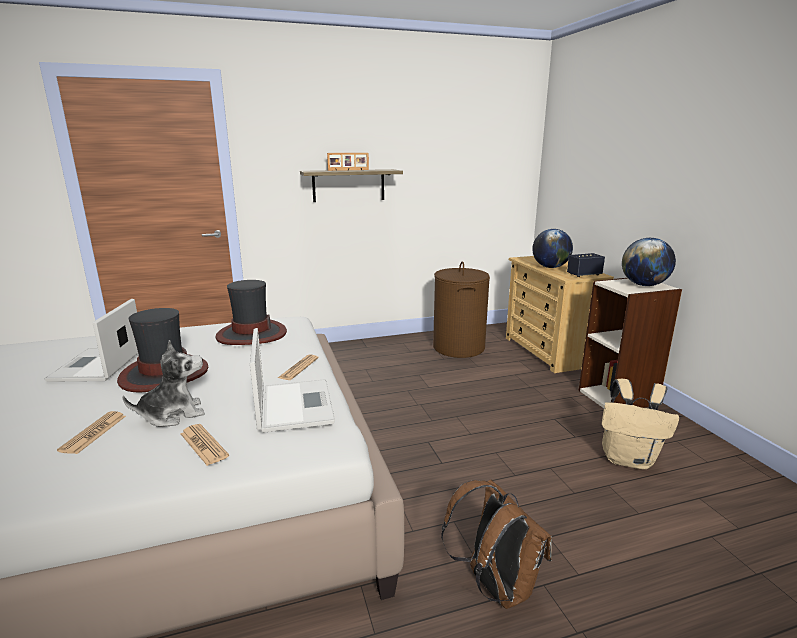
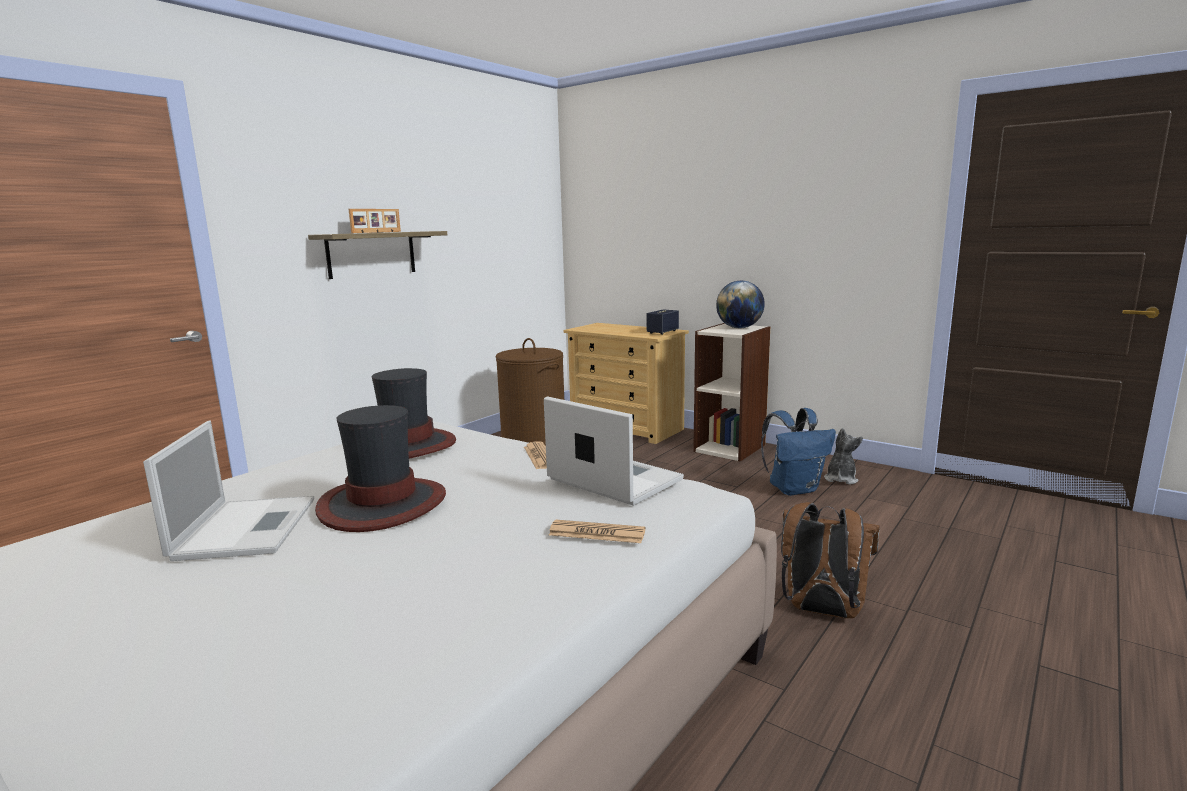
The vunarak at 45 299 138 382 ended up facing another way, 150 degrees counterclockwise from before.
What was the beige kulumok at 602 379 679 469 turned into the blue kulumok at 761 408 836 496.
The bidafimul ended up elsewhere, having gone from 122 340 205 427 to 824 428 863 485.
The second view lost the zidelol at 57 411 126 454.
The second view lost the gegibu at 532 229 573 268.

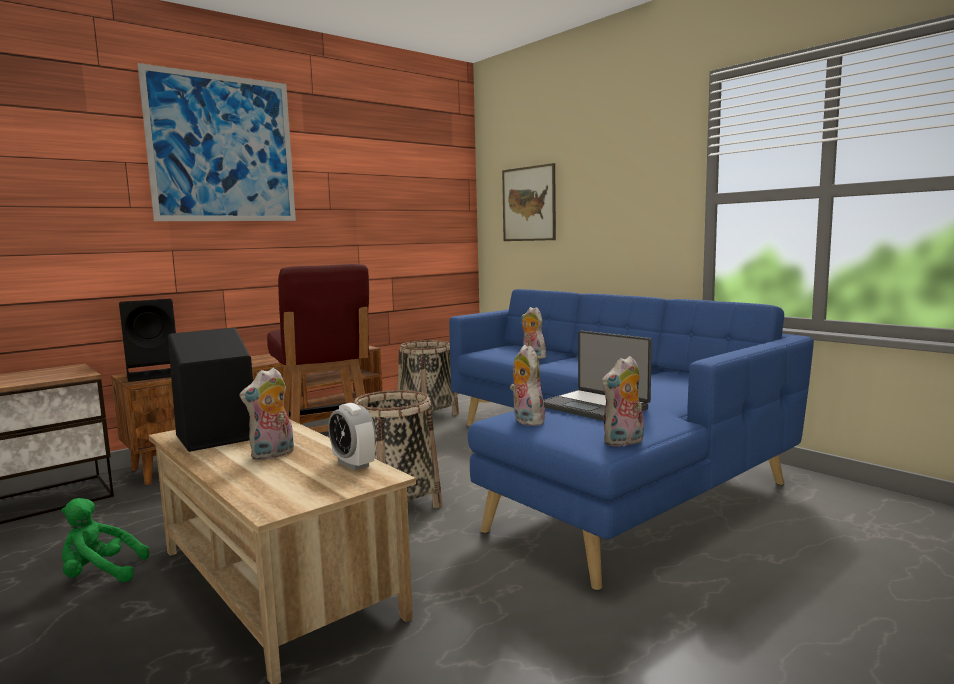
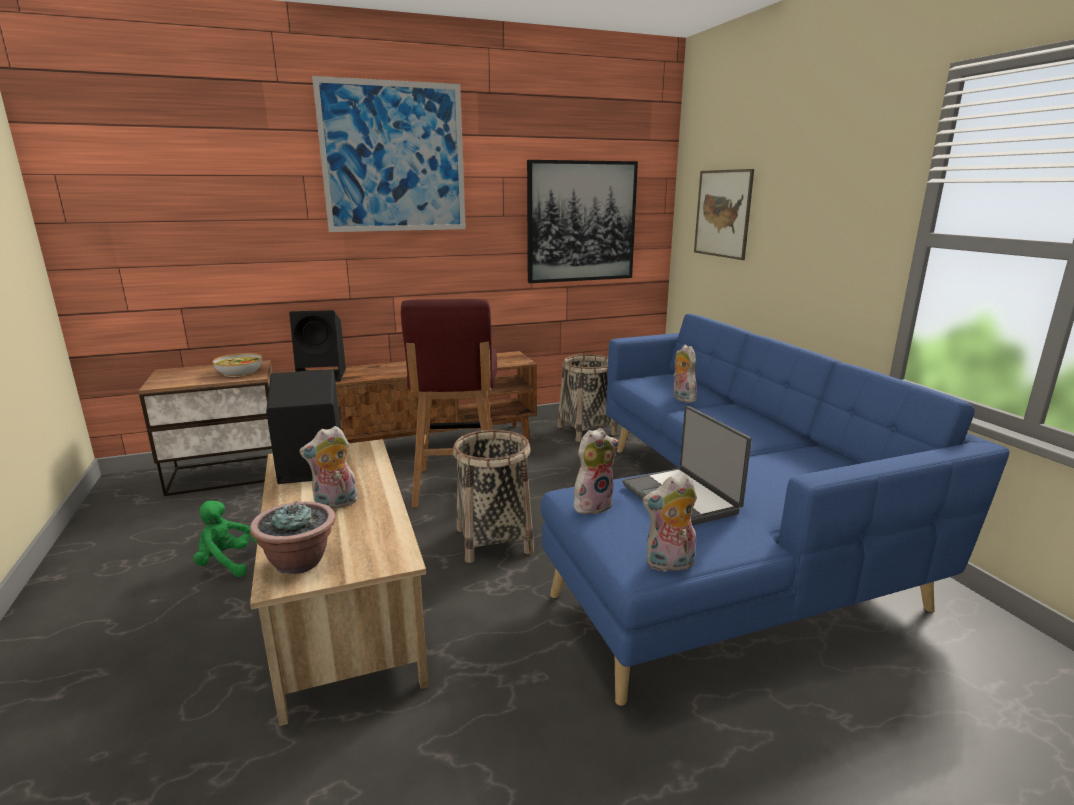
The second view gained the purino at 213 353 263 377.
The second view gained the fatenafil at 250 501 336 574.
The second view gained the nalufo at 527 160 638 283.
The bidafimul at 510 345 545 426 ended up facing another way, 60 degrees clockwise from before.
The second view lost the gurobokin at 328 403 376 471.

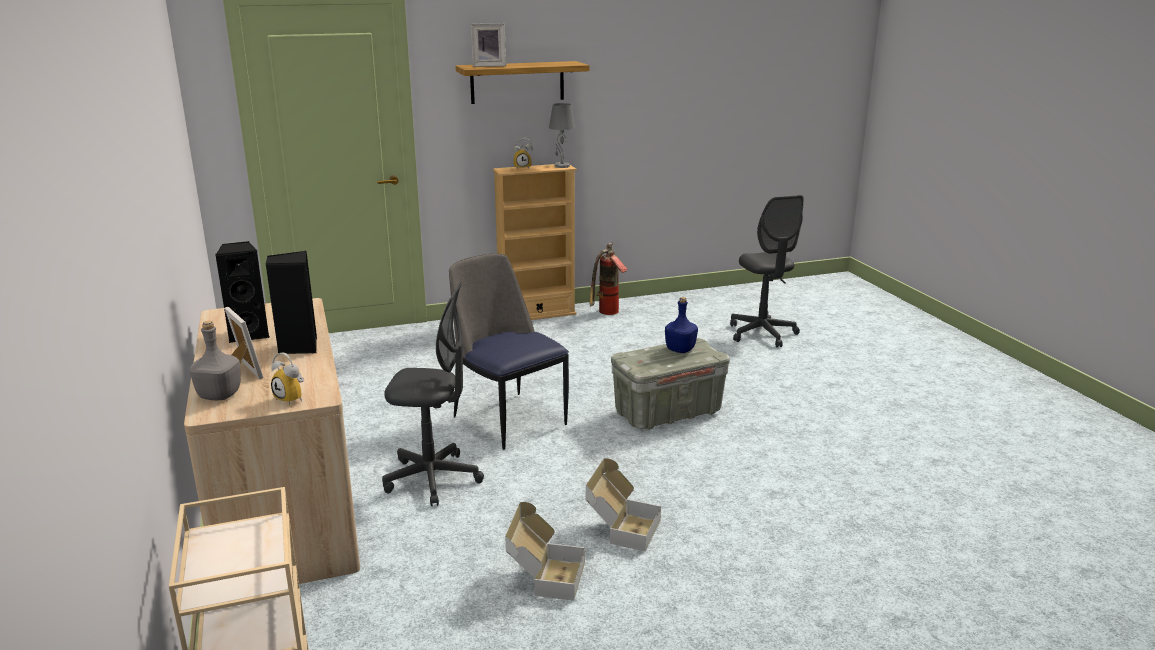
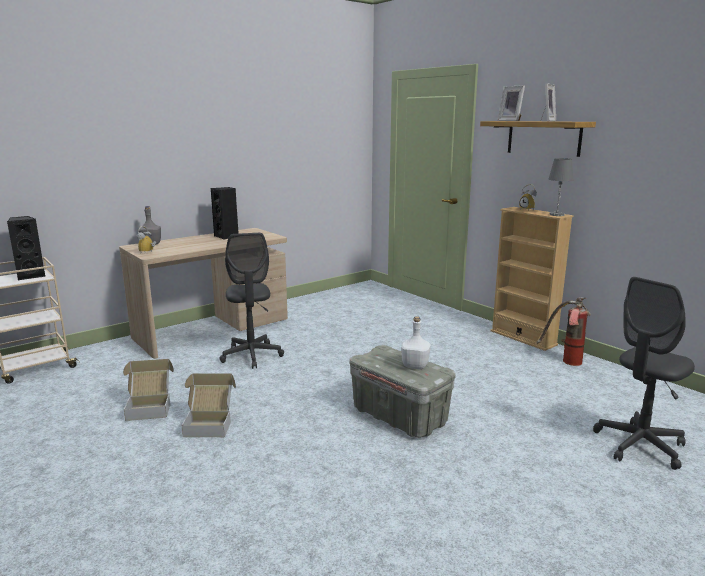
The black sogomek ended up elsewhere, having gone from 266 251 317 354 to 7 216 45 280.
What was the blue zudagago at 665 297 698 353 turned into the white zudagago at 401 316 430 369.
The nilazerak ended up elsewhere, having gone from 224 307 263 379 to 541 83 556 121.
The second view lost the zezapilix at 449 253 569 450.

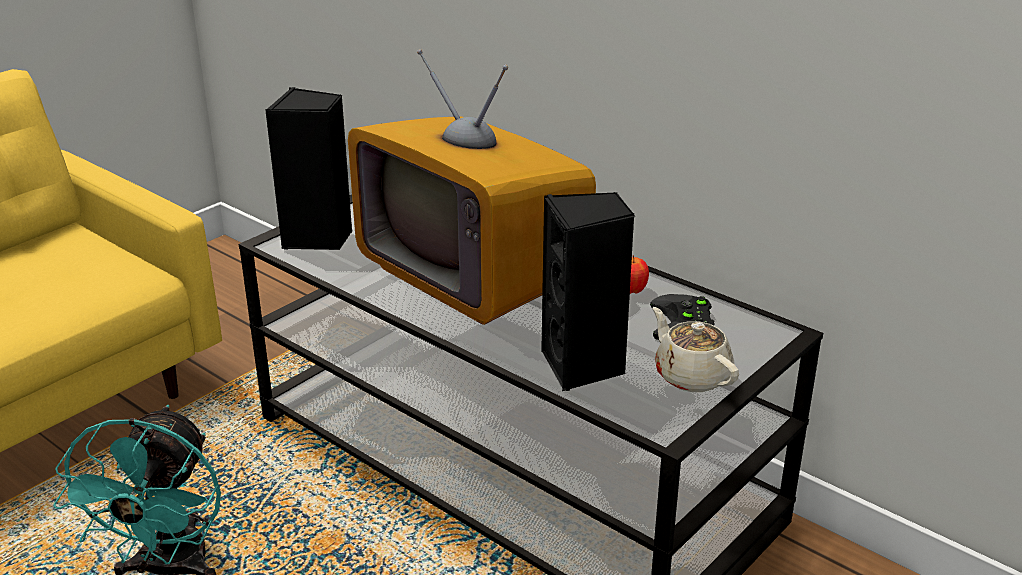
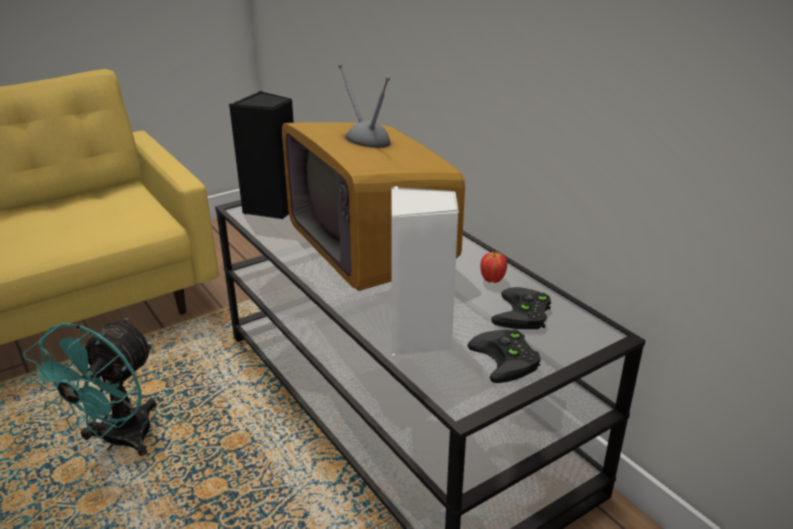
What was the black sogomek at 541 192 636 391 turned into the white sogomek at 391 186 459 356.
Where the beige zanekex stood at 653 307 739 392, the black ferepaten came to stand at 467 329 541 383.

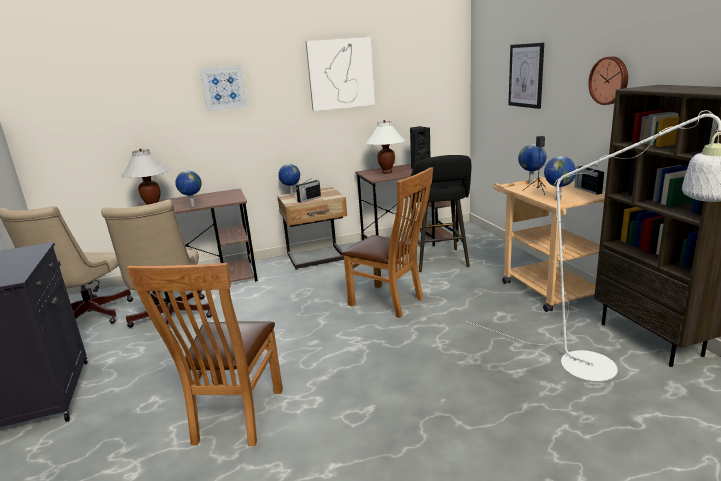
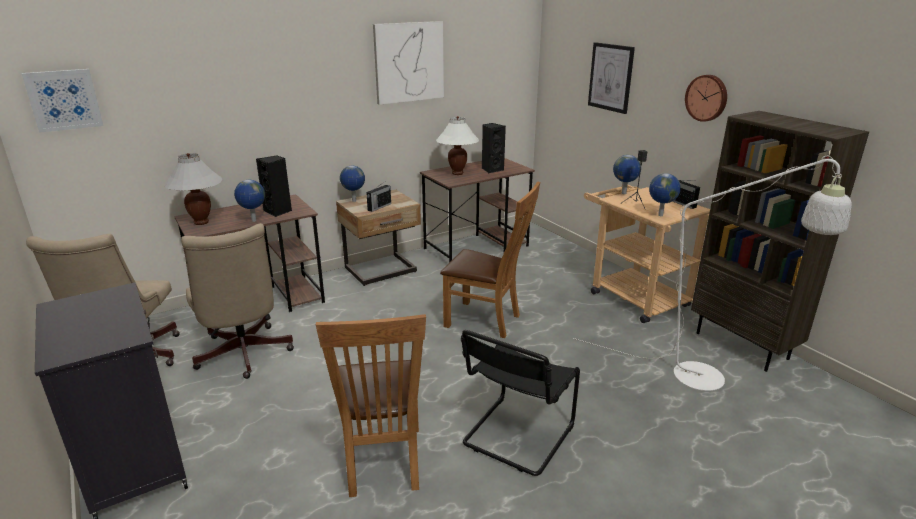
The nalufo ended up elsewhere, having gone from 200 65 248 111 to 22 69 104 133.
The second view gained the black sogomek at 256 155 292 217.
The second view gained the black zezapilix at 461 330 580 476.
The second view lost the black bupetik at 409 155 471 272.

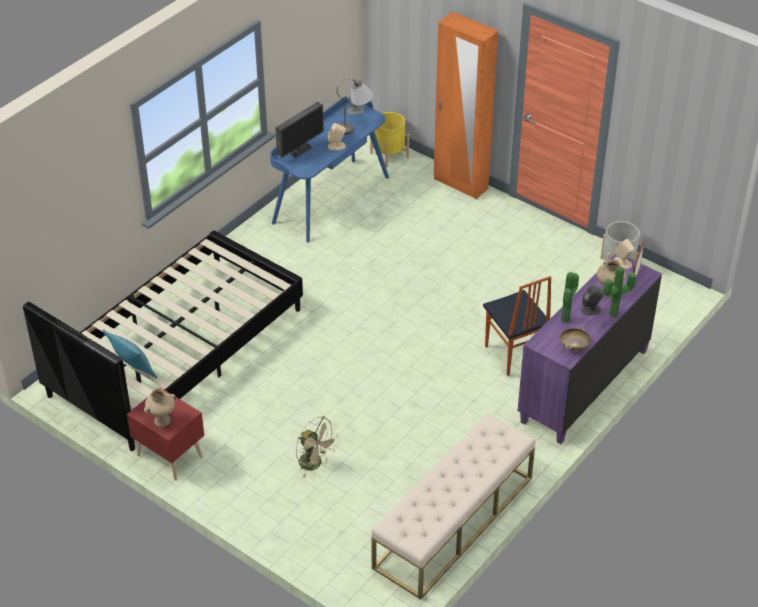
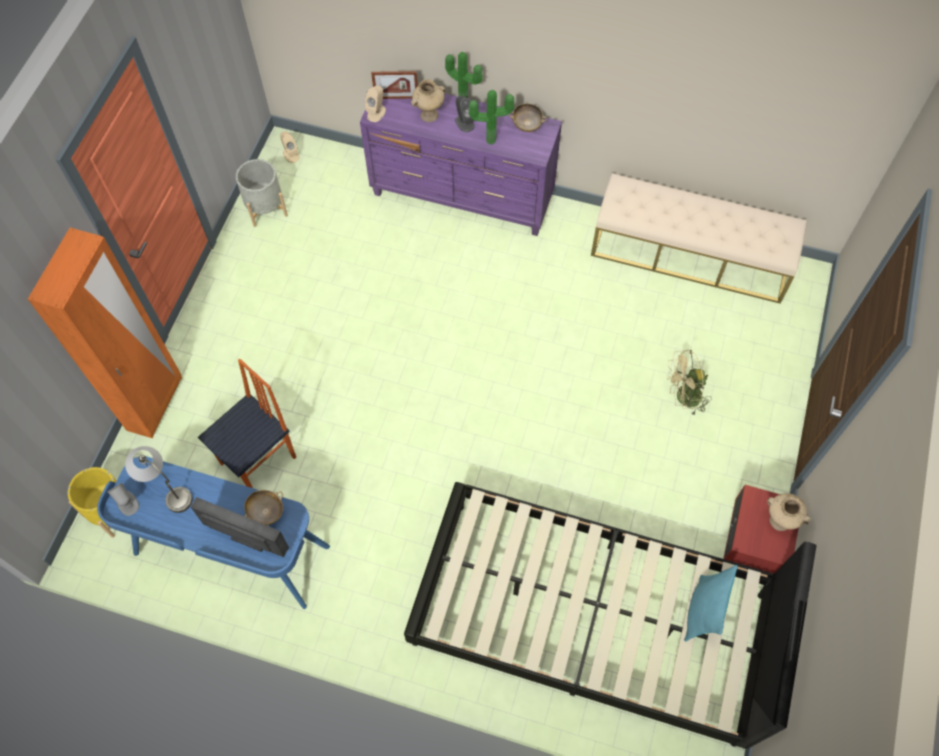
The zezapilix ended up elsewhere, having gone from 483 276 551 376 to 198 359 296 488.
The second view gained the beige purino at 244 490 283 525.
The beige sogomek ended up elsewhere, having gone from 327 123 346 150 to 280 131 300 163.
The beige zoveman at 296 416 337 478 ended up facing another way, 120 degrees counterclockwise from before.

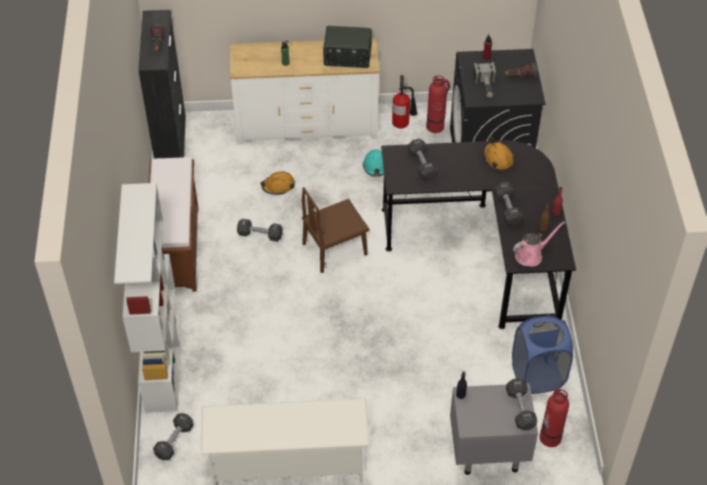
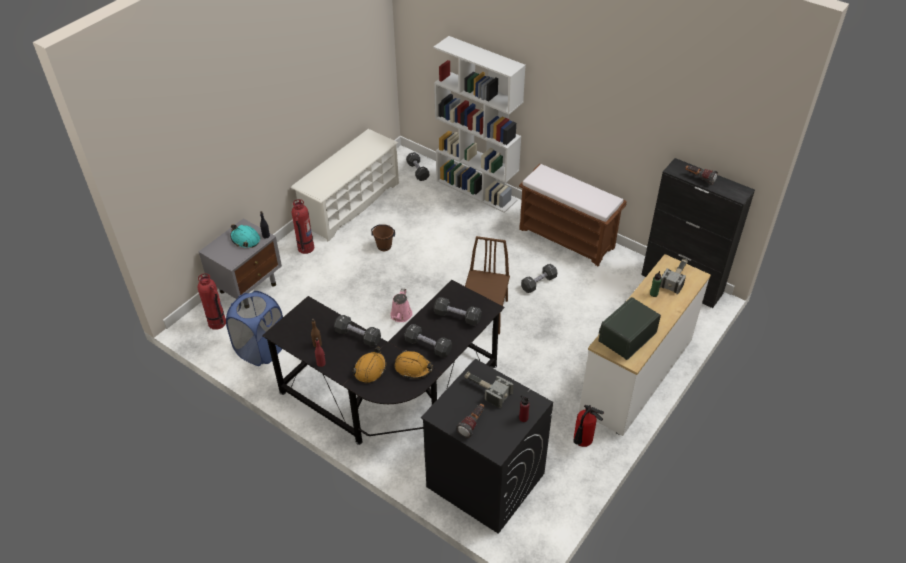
The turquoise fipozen ended up elsewhere, having gone from 363 149 384 177 to 230 224 260 248.
The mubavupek ended up elsewhere, having gone from 426 75 450 133 to 292 199 314 254.
The orange fipozen ended up elsewhere, having gone from 260 171 295 195 to 353 347 386 383.
The second view gained the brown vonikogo at 371 224 395 251.
The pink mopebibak ended up elsewhere, having gone from 513 221 565 266 to 390 288 413 322.
The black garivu ended up elsewhere, having gone from 506 378 537 431 to 404 324 452 357.
The second view gained the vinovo at 659 259 688 294.

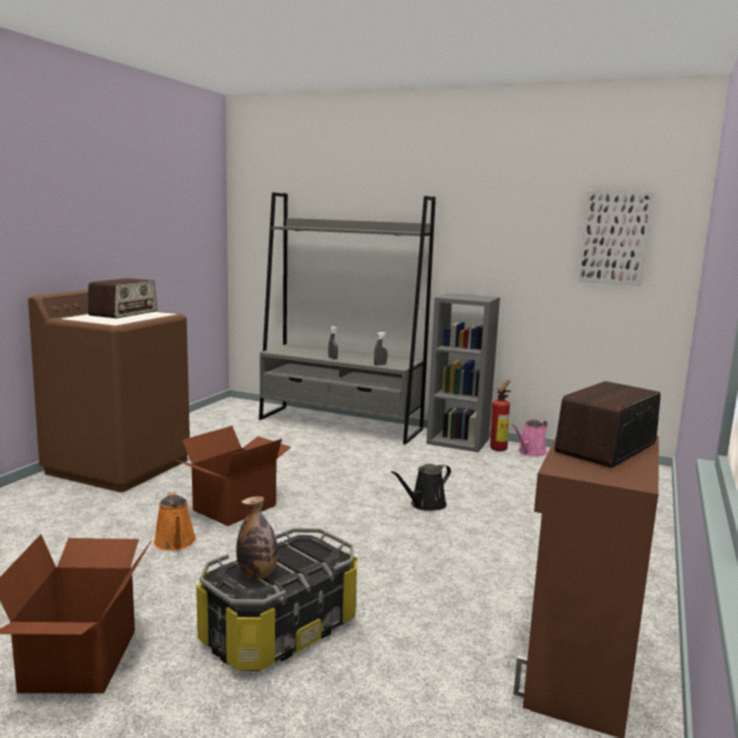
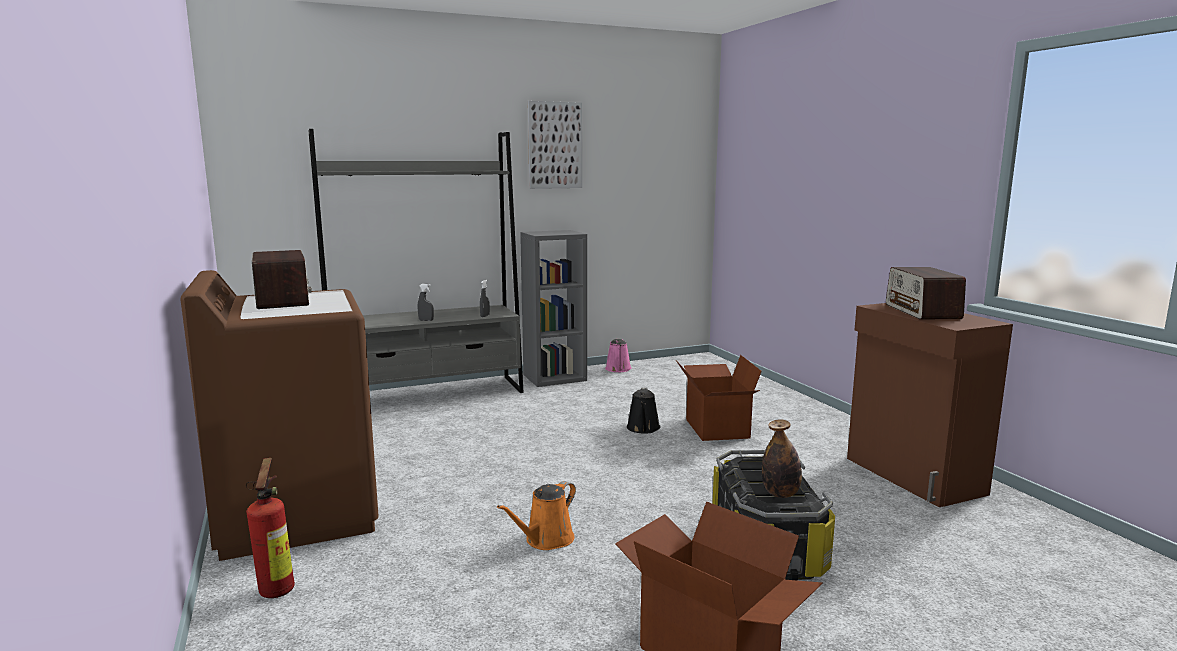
The mubavupek ended up elsewhere, having gone from 490 380 511 451 to 246 458 295 598.
The orange mopebibak at 154 491 196 551 ended up facing another way, 105 degrees clockwise from before.
The nalufo ended up elsewhere, having gone from 579 191 653 286 to 528 101 582 189.
The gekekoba ended up elsewhere, having gone from 175 426 291 526 to 676 355 762 441.

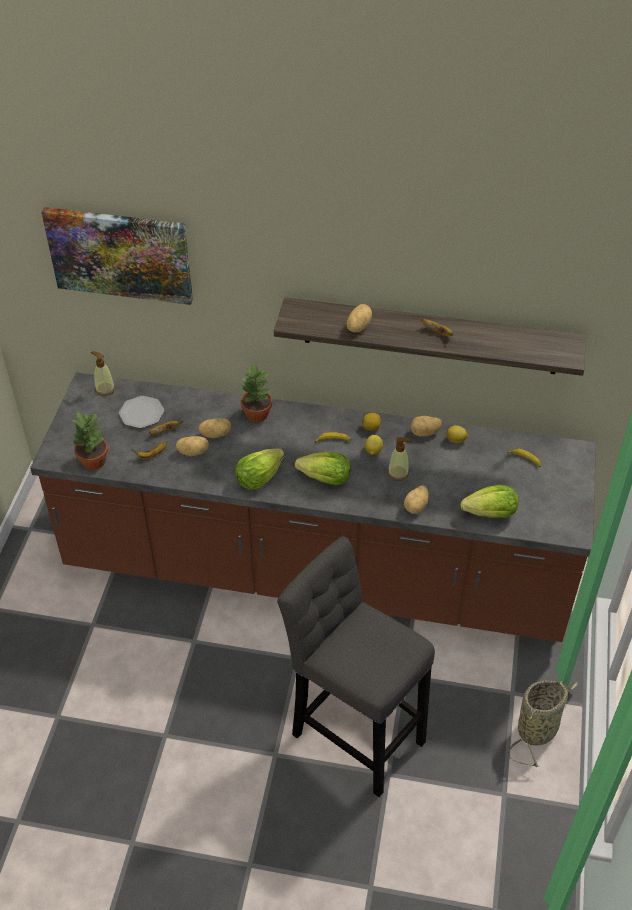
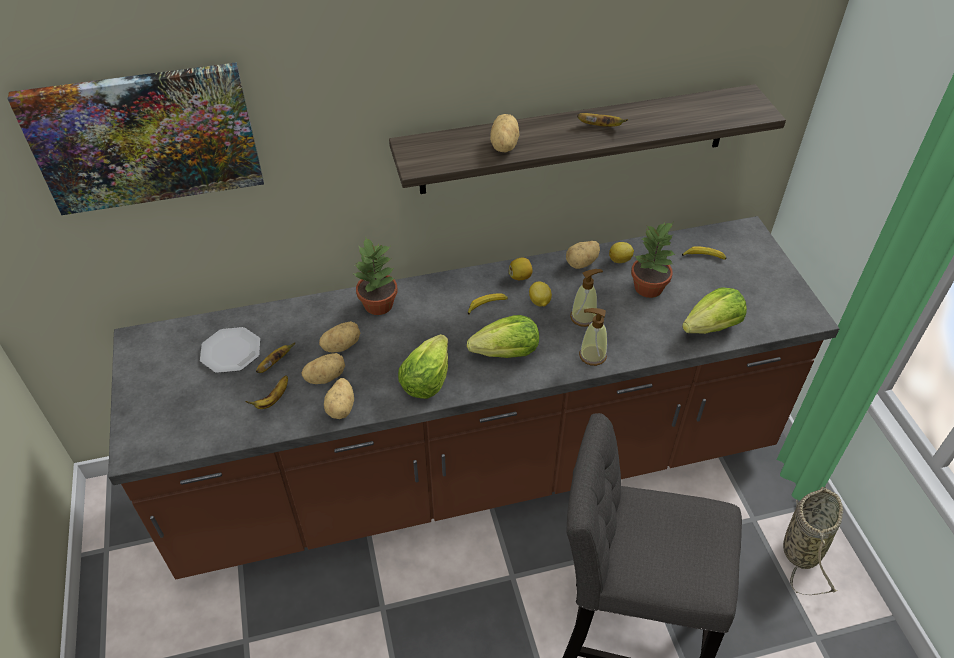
The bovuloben ended up elsewhere, having gone from 404 485 429 514 to 324 378 354 419.
The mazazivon ended up elsewhere, having gone from 90 351 115 396 to 579 308 607 366.
The fatenafil ended up elsewhere, having gone from 72 412 108 470 to 631 222 675 298.

